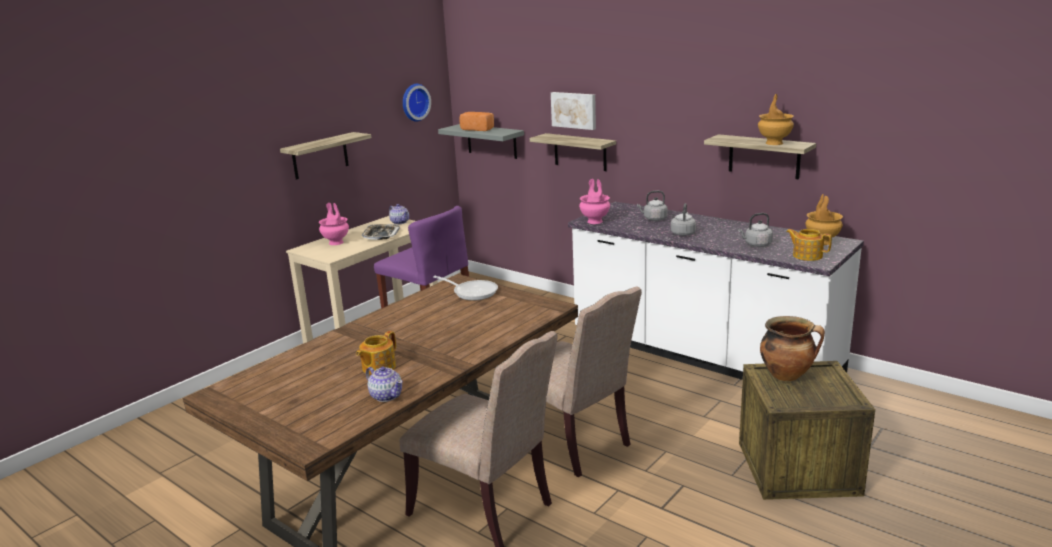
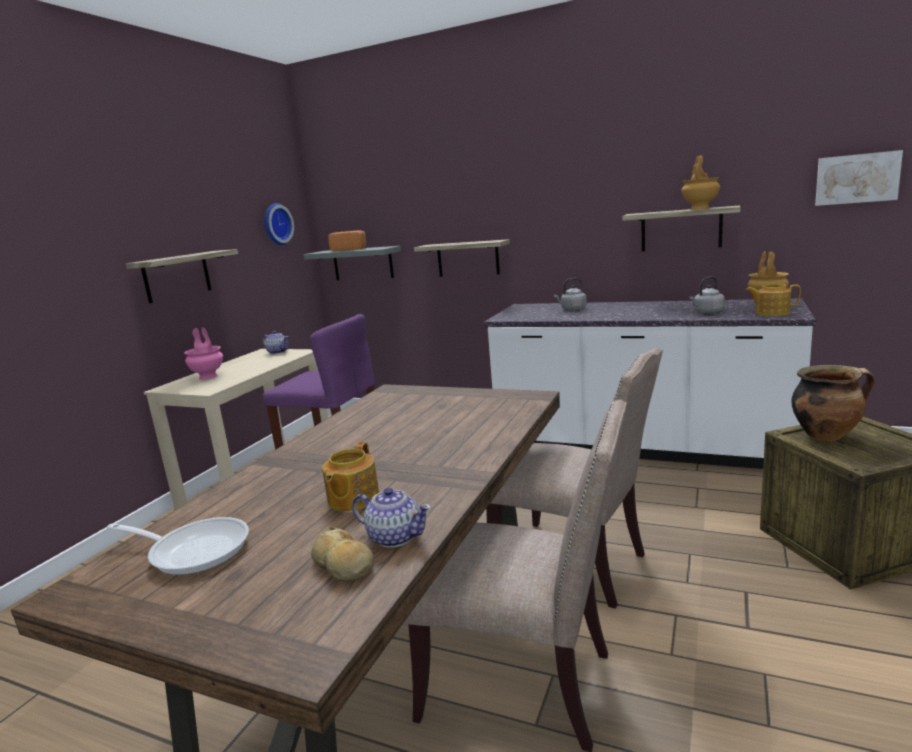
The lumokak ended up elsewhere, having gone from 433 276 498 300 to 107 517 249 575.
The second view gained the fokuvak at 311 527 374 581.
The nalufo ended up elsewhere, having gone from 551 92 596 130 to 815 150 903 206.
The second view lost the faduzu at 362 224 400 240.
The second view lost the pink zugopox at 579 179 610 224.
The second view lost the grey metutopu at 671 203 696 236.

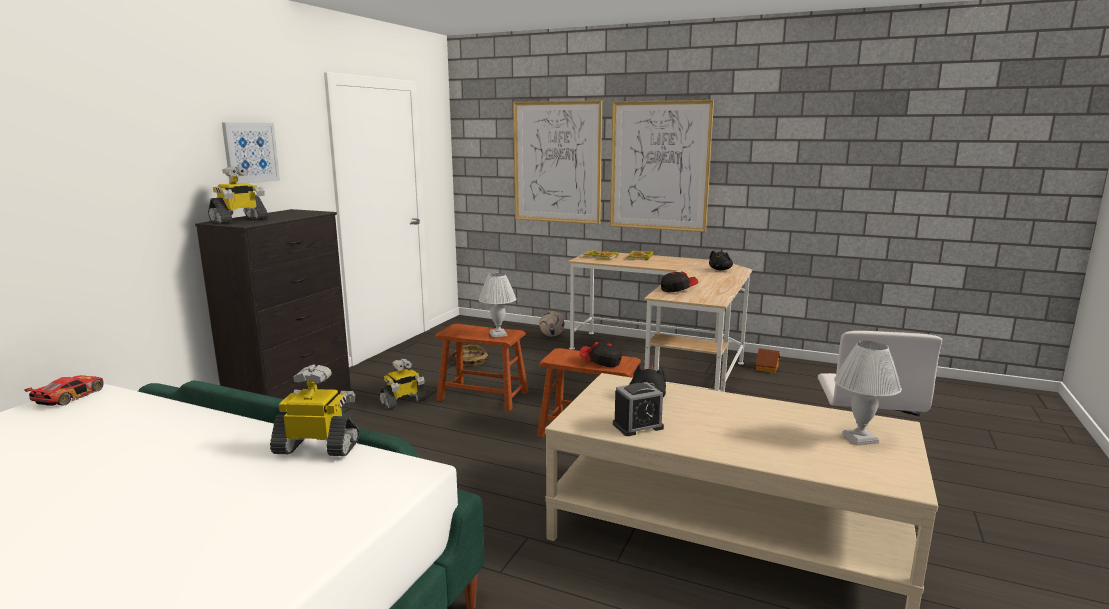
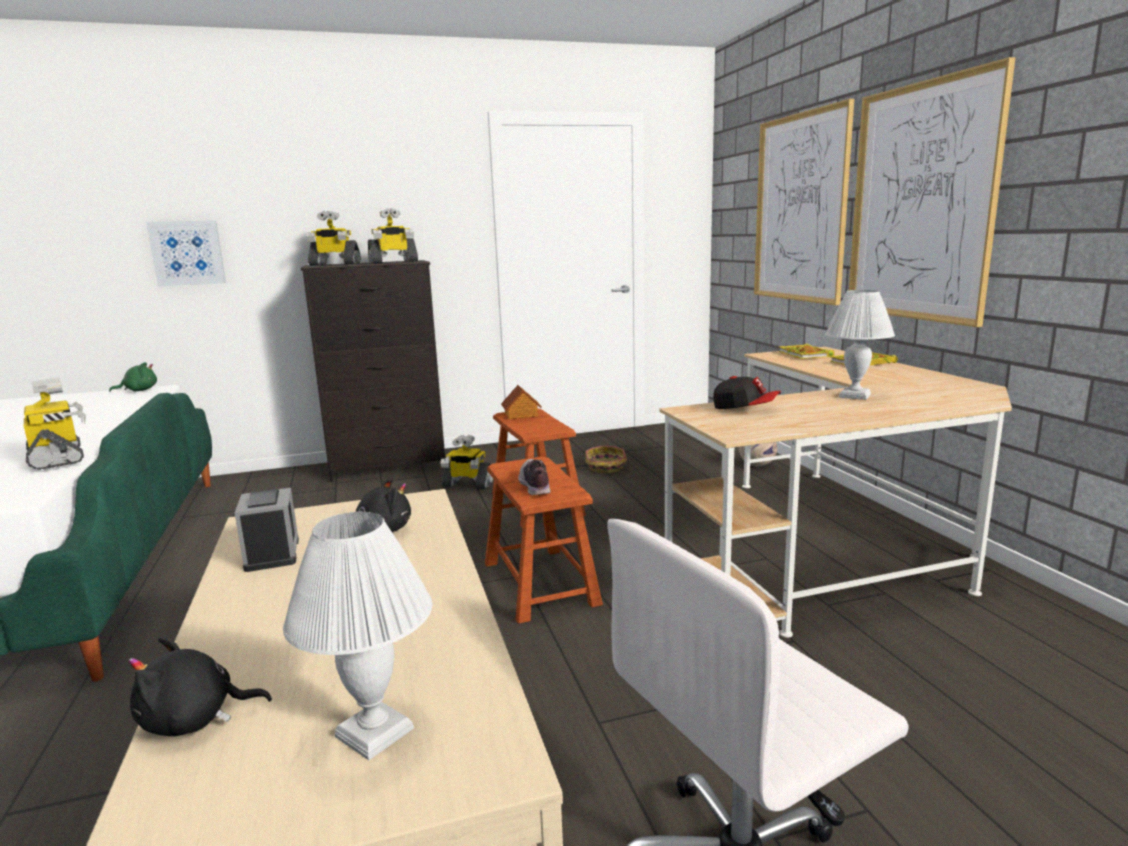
Where the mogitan stood at 24 375 104 406, the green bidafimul came to stand at 109 362 157 392.
The black bidafimul ended up elsewhere, having gone from 709 250 733 270 to 128 637 272 736.
The nalufo ended up elsewhere, having gone from 222 122 280 184 to 146 220 226 287.
The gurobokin at 613 382 664 436 ended up facing another way, 135 degrees counterclockwise from before.
The second view gained the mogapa at 368 208 418 264.
The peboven ended up elsewhere, having gone from 755 348 780 373 to 501 385 542 419.
Where the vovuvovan stood at 579 342 622 367, the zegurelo came to stand at 518 459 551 495.
The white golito ended up elsewhere, having gone from 479 273 516 337 to 825 290 895 400.

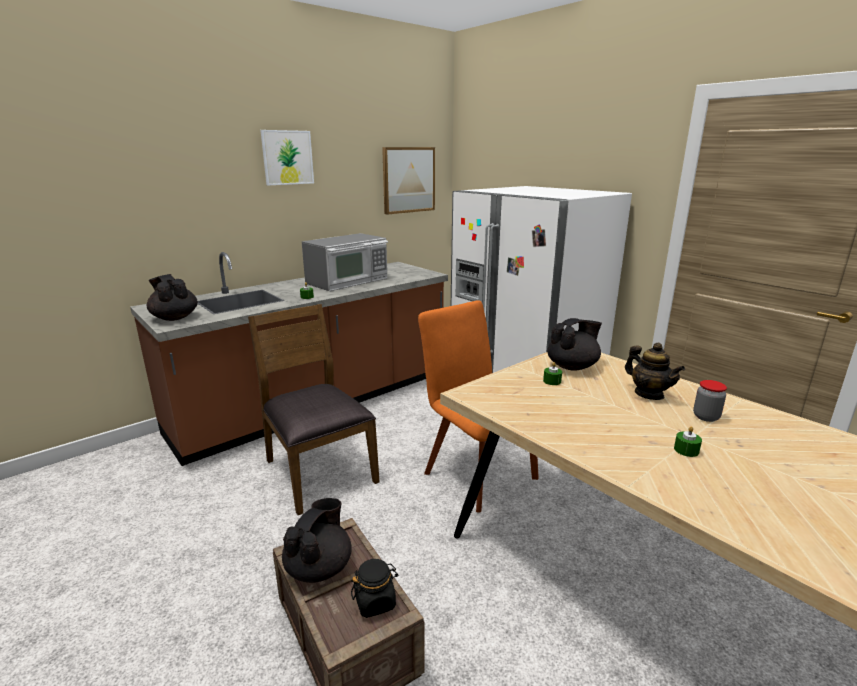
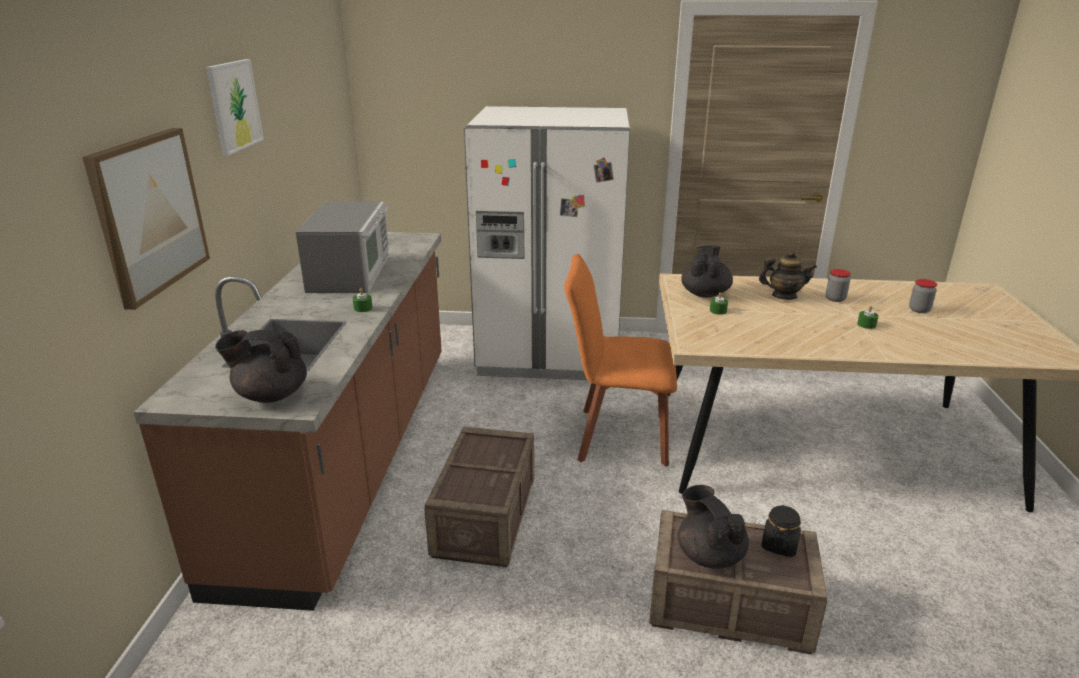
The nalufo ended up elsewhere, having gone from 382 147 435 215 to 82 128 210 310.
Where the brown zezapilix stood at 248 304 380 515, the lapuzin came to stand at 424 427 534 567.
The second view gained the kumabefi at 909 279 937 313.

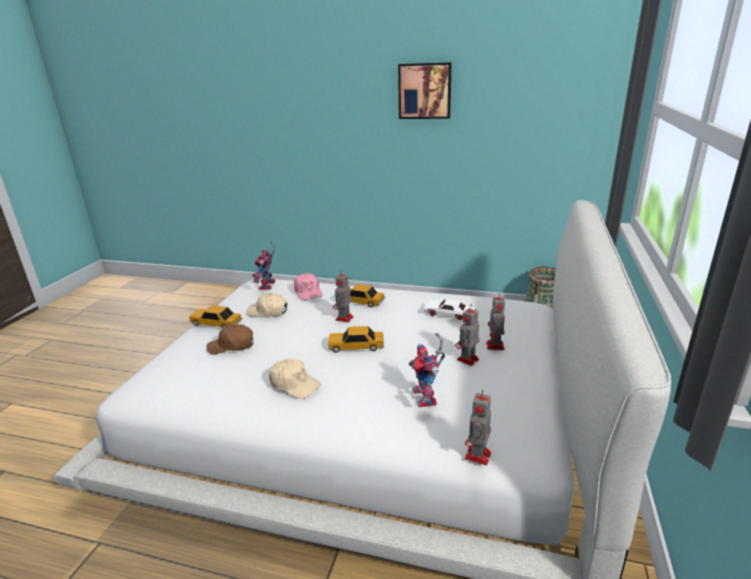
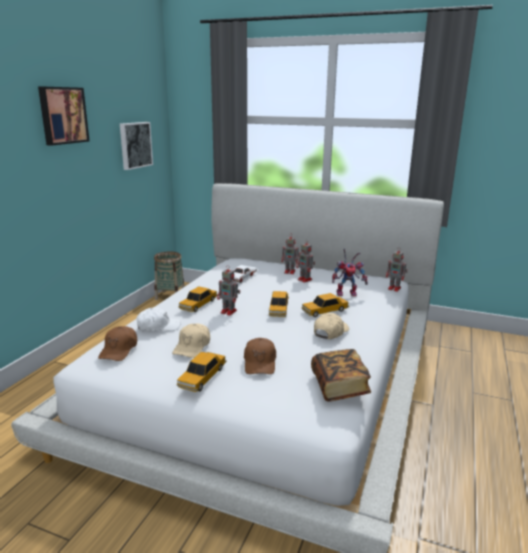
Where the mogapa stood at 252 241 275 290, the brown vovuvovan came to stand at 98 326 137 361.
The second view gained the nalufo at 120 122 153 170.
What was the pink vovuvovan at 294 273 322 301 turned into the white vovuvovan at 136 307 180 331.
The second view gained the mogitan at 302 293 349 317.
The second view gained the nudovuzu at 311 349 371 402.

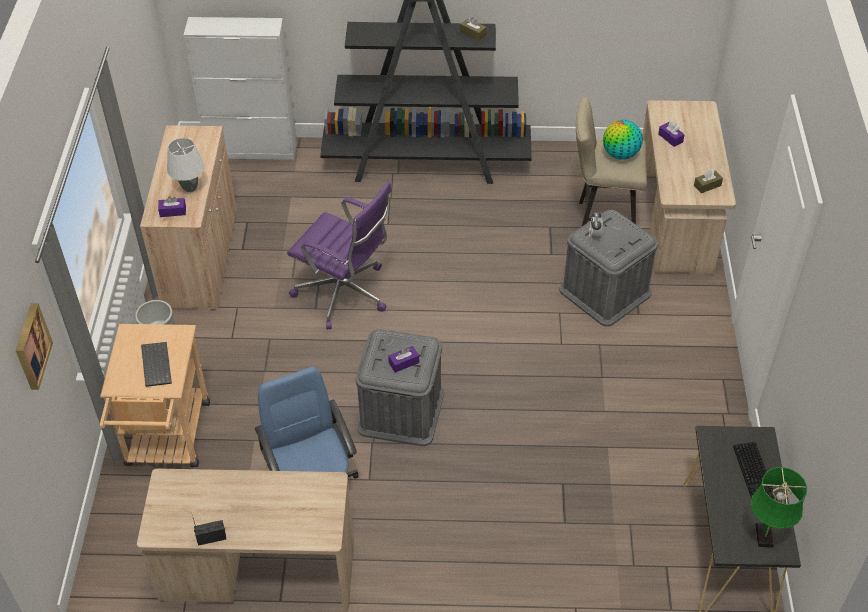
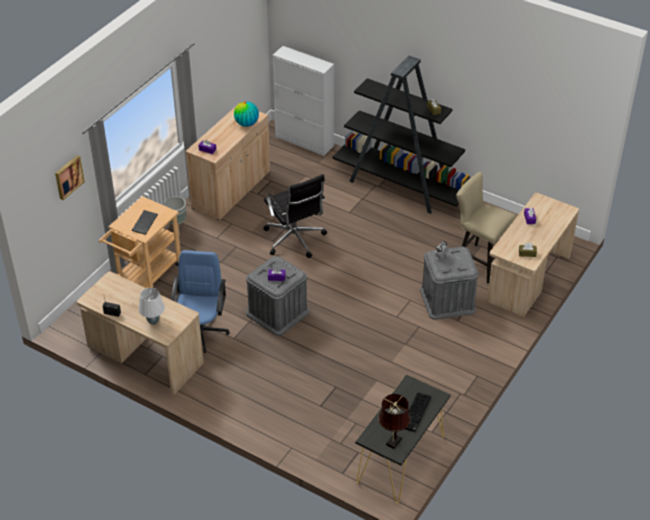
The white golito ended up elsewhere, having gone from 167 138 204 192 to 138 288 165 325.
The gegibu ended up elsewhere, having gone from 603 120 643 160 to 234 101 259 126.
What was the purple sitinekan at 287 181 392 329 turned into the black sitinekan at 264 174 327 258.
What was the green golito at 751 467 807 548 turned into the brown golito at 379 394 410 449.

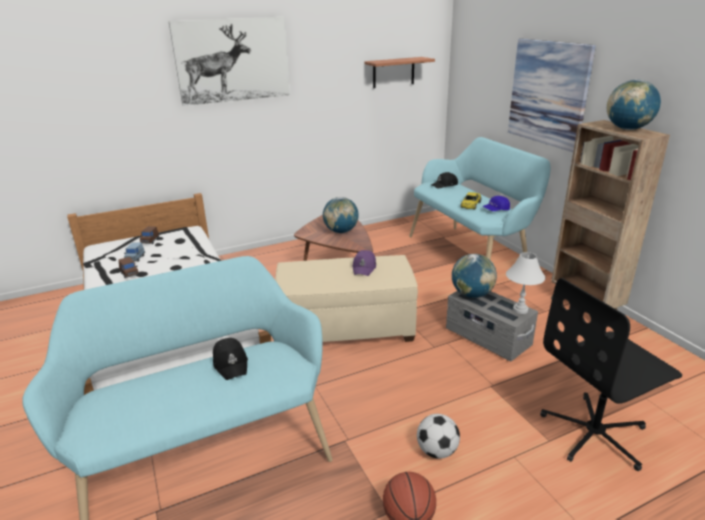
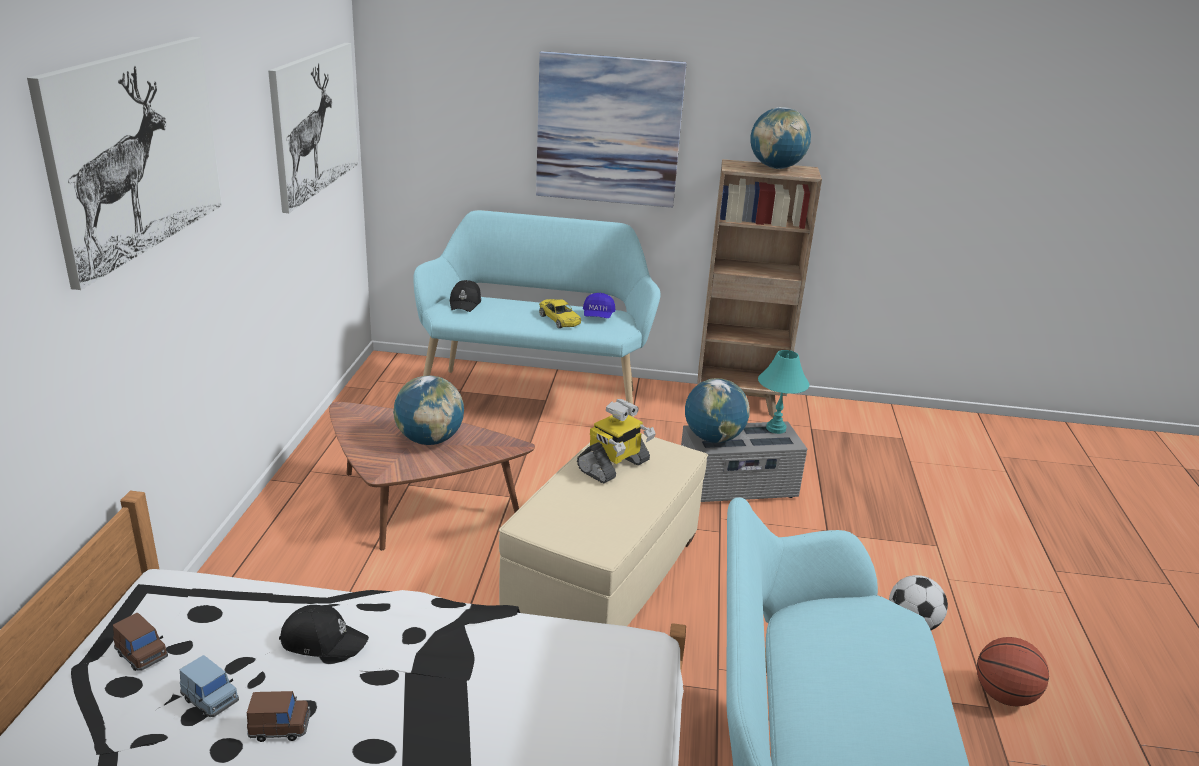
Where the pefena hung at 364 57 435 88, the nalufo came to hang at 268 43 358 213.
The black vovuvovan ended up elsewhere, having gone from 213 338 248 380 to 279 605 369 657.
Where the purple vovuvovan stood at 352 250 376 276, the mogapa came to stand at 577 399 656 484.
What was the white golito at 506 252 546 314 turned into the turquoise golito at 758 350 809 434.
The second view lost the black sitinekan at 540 278 682 471.

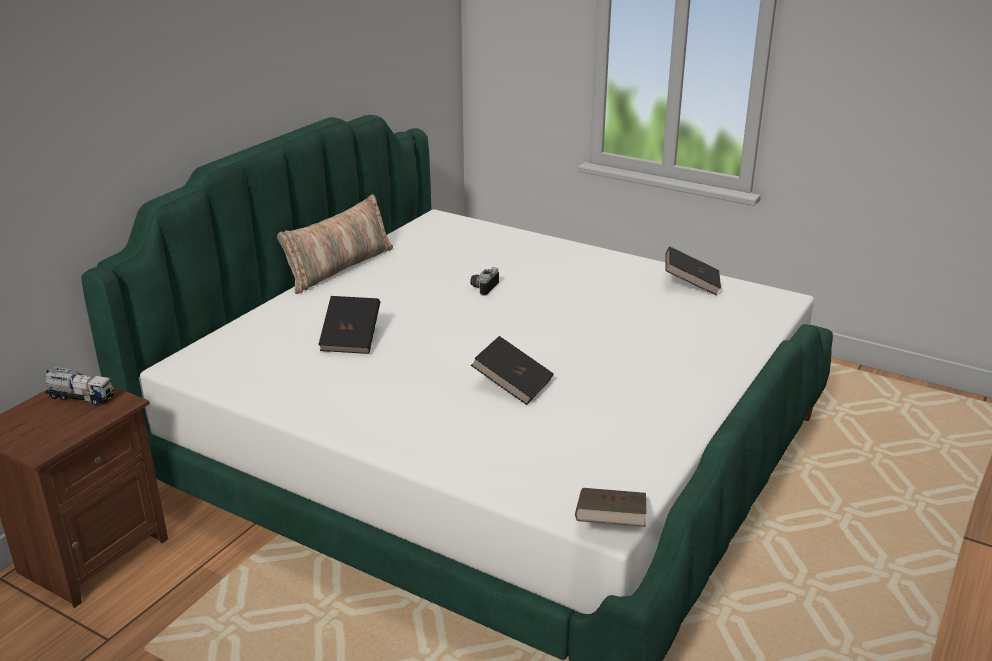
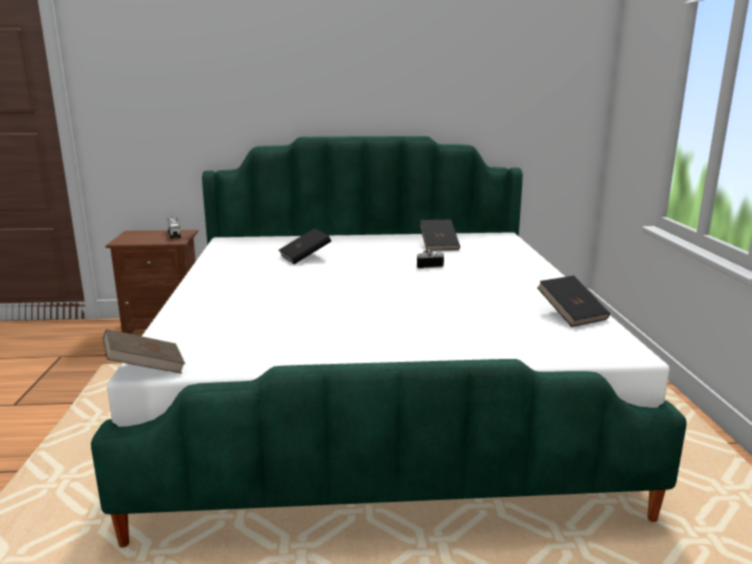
The black nudovuzu ended up elsewhere, having gone from 471 336 554 405 to 420 220 460 251.
The second view lost the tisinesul at 277 194 393 294.

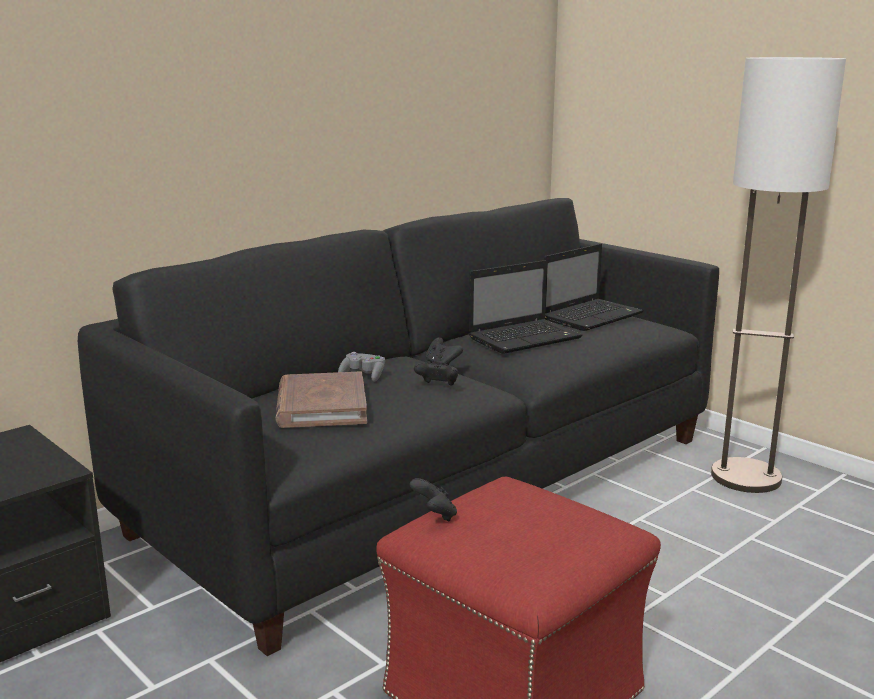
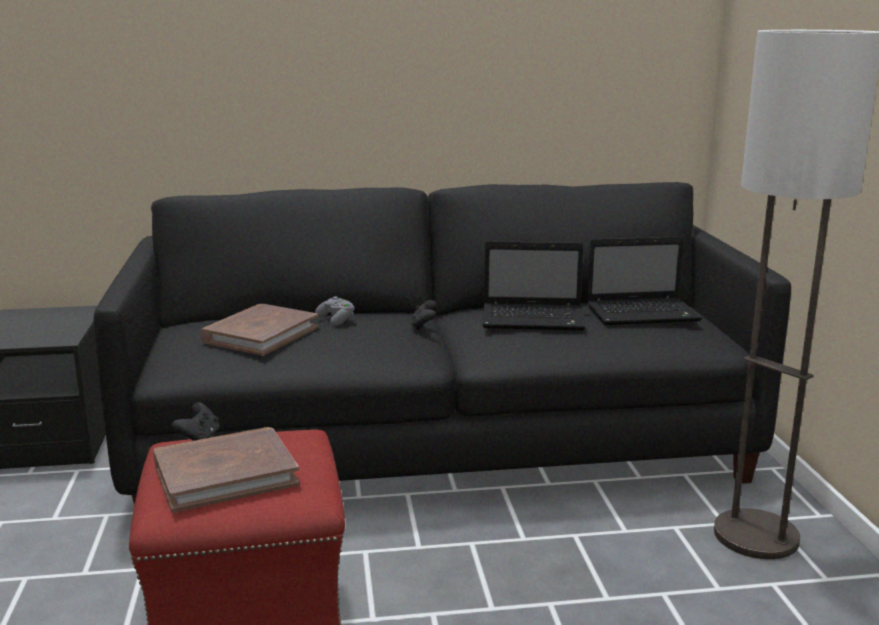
The second view gained the brown nudovuzu at 154 427 300 513.
The second view lost the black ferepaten at 414 363 458 386.

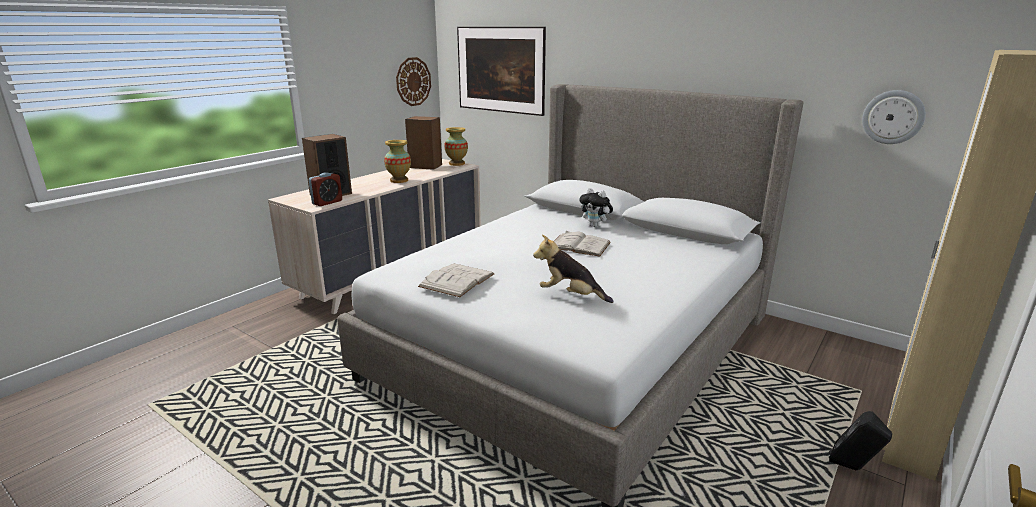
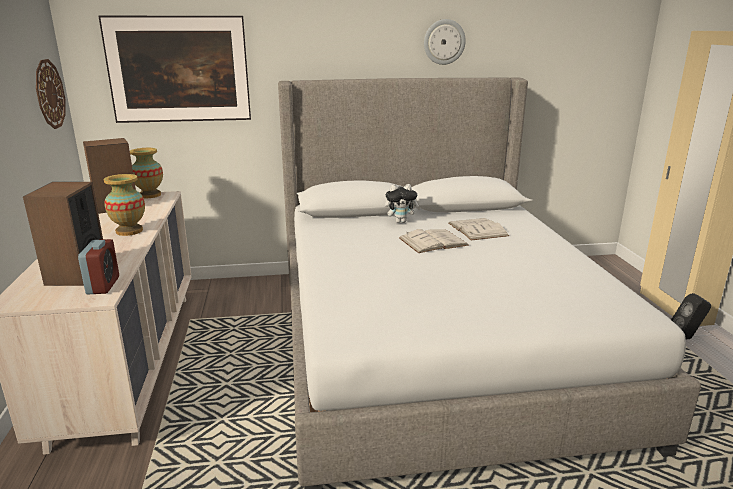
The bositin ended up elsewhere, having gone from 862 90 926 144 to 424 19 466 65.
The white nudovuzu ended up elsewhere, having gone from 418 264 495 297 to 449 218 509 240.
The second view lost the bidafimul at 533 235 614 303.

